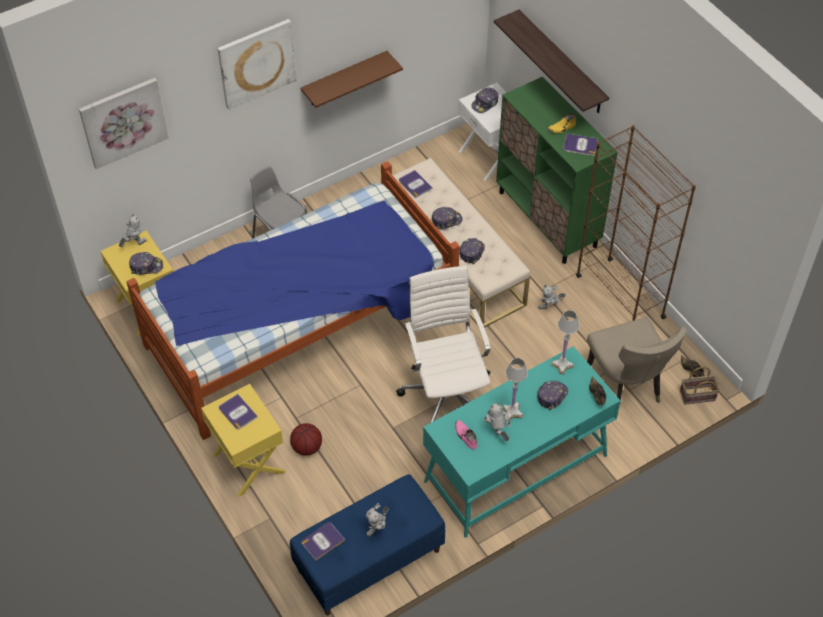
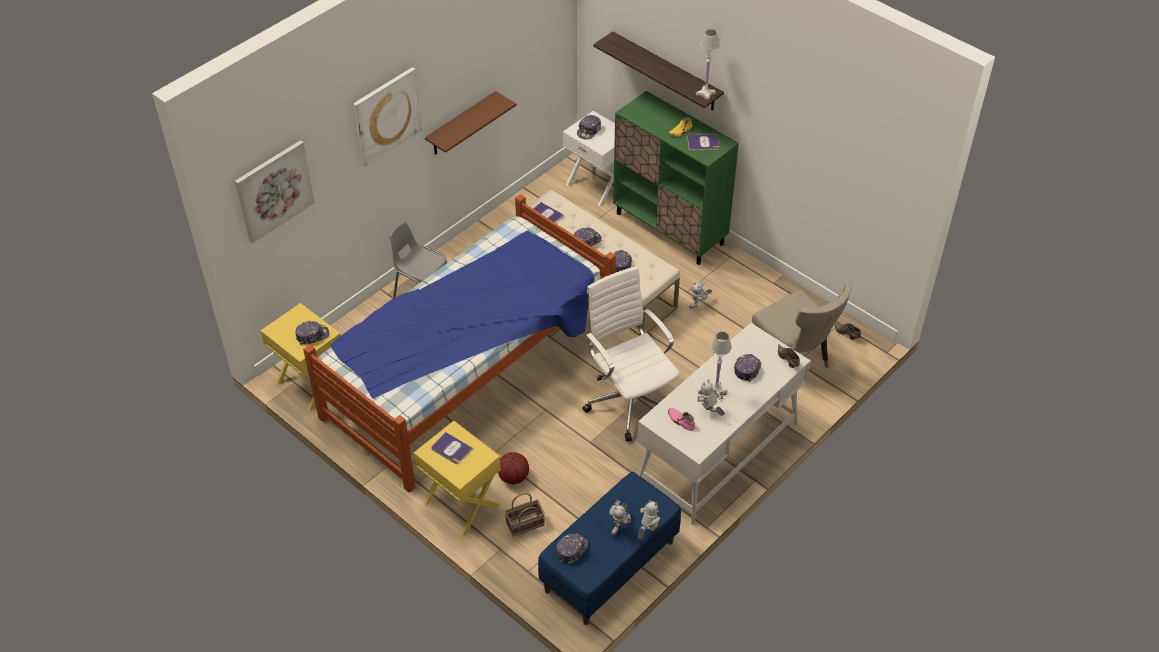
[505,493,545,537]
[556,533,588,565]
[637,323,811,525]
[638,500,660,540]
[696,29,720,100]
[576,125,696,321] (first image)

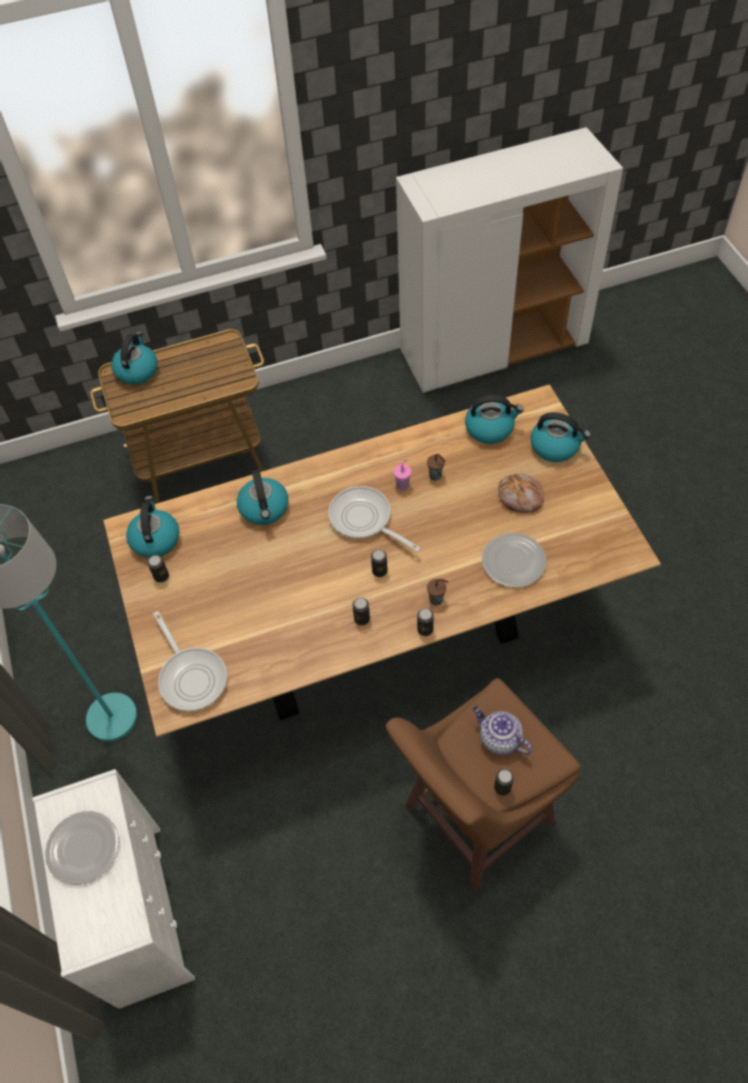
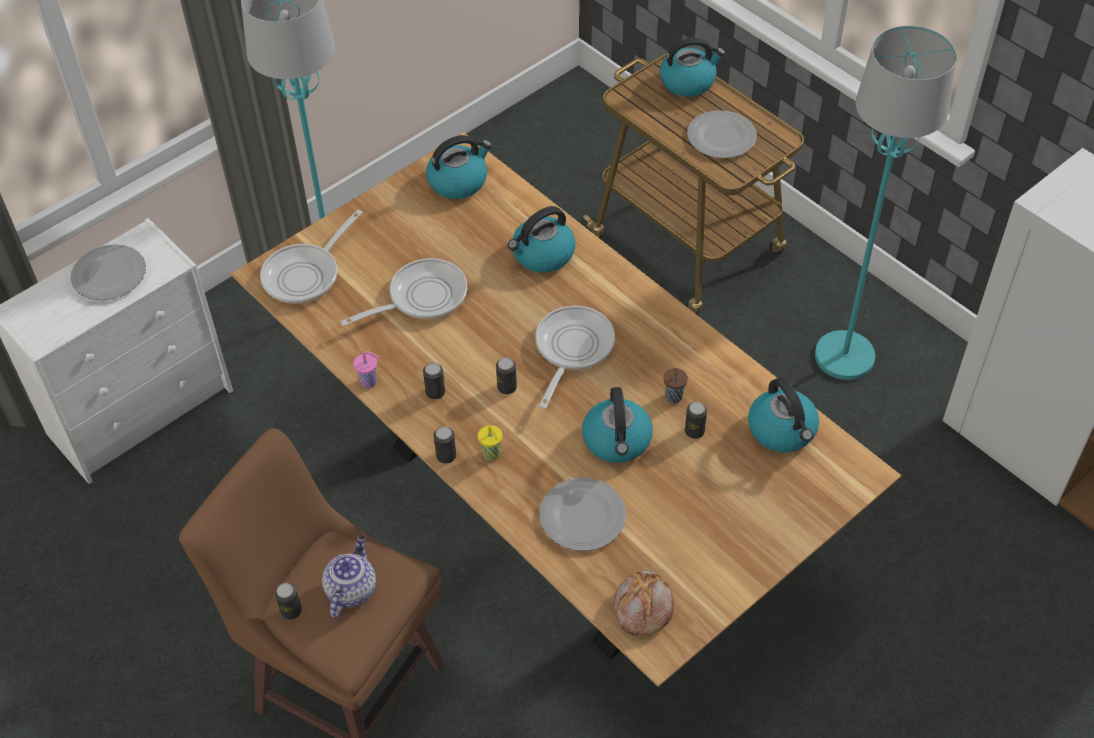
[340,258,467,326]
[353,351,379,388]
[478,425,503,461]
[582,387,653,463]
[614,570,674,636]
[685,402,707,439]
[687,110,757,158]
[815,26,957,380]

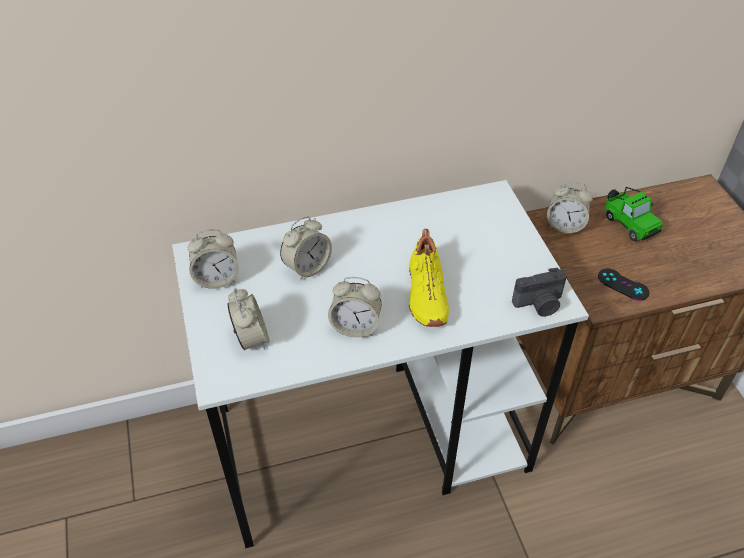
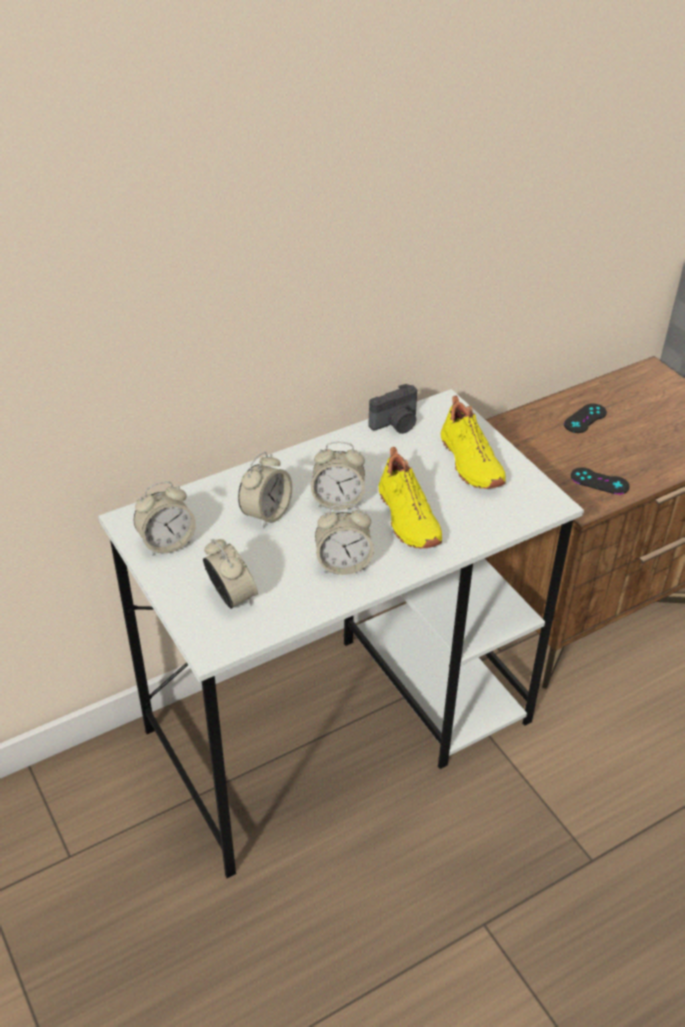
[311,442,365,510]
[369,384,417,434]
[441,396,506,489]
[564,403,607,433]

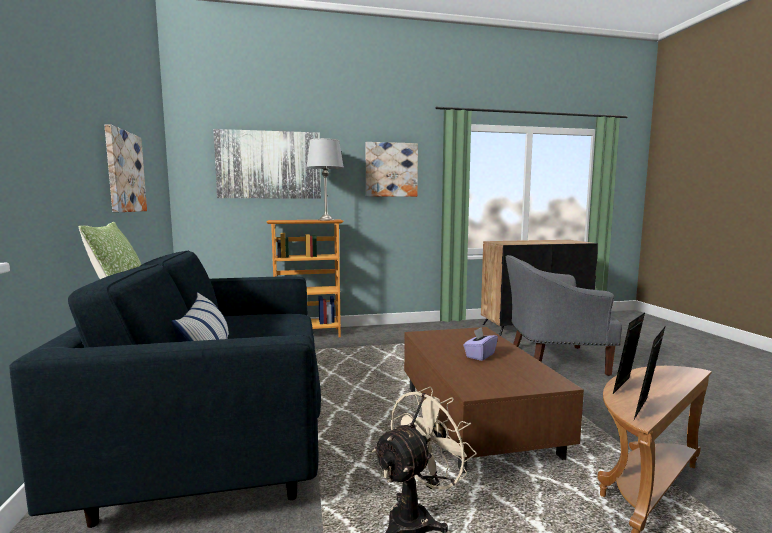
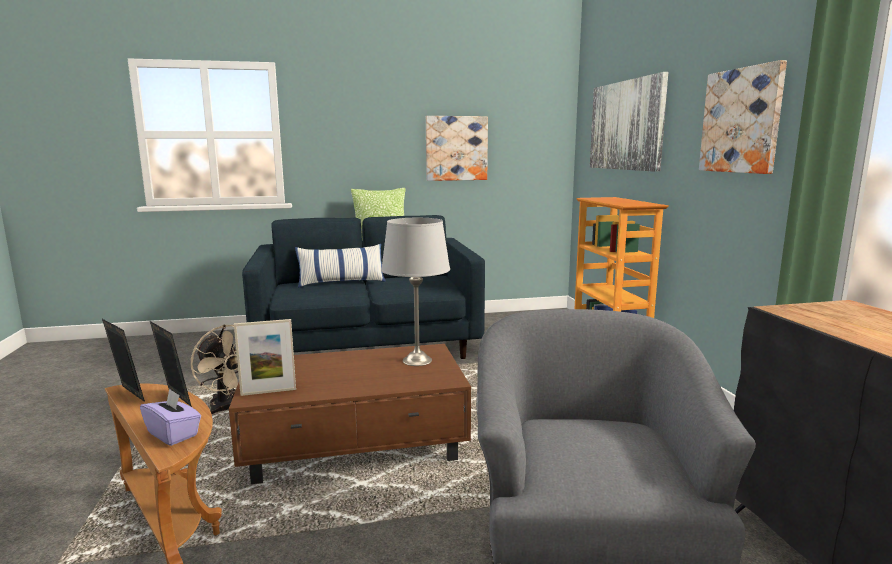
[140,389,201,446]
[234,319,296,396]
[381,218,450,366]

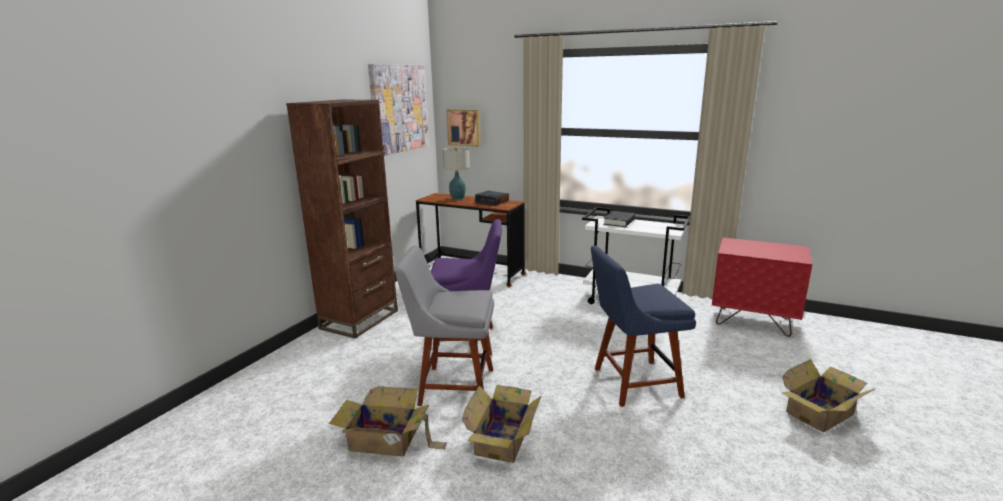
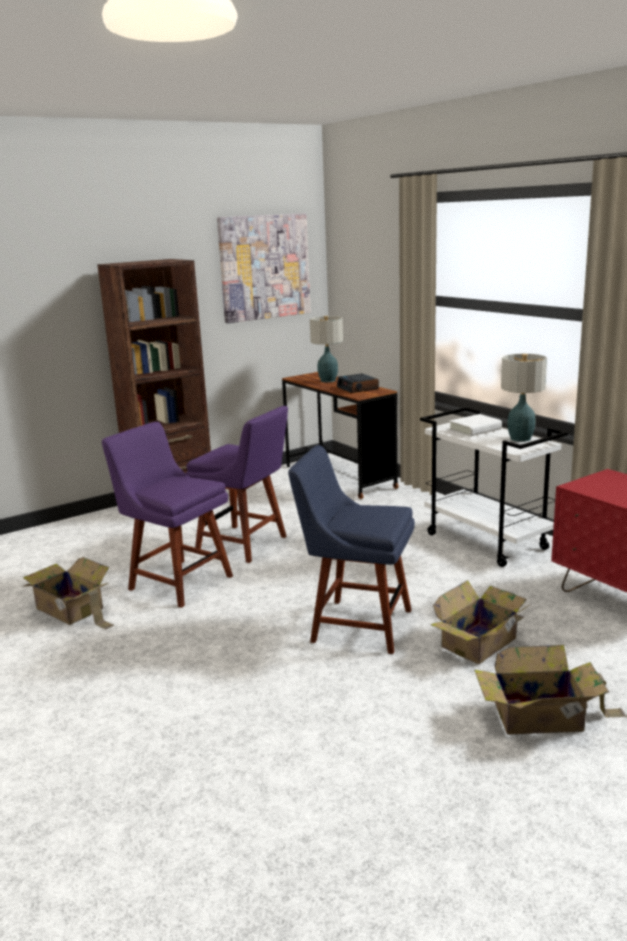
[102,422,233,608]
[430,580,531,664]
[449,414,502,436]
[501,354,547,442]
[447,109,481,147] (first image)

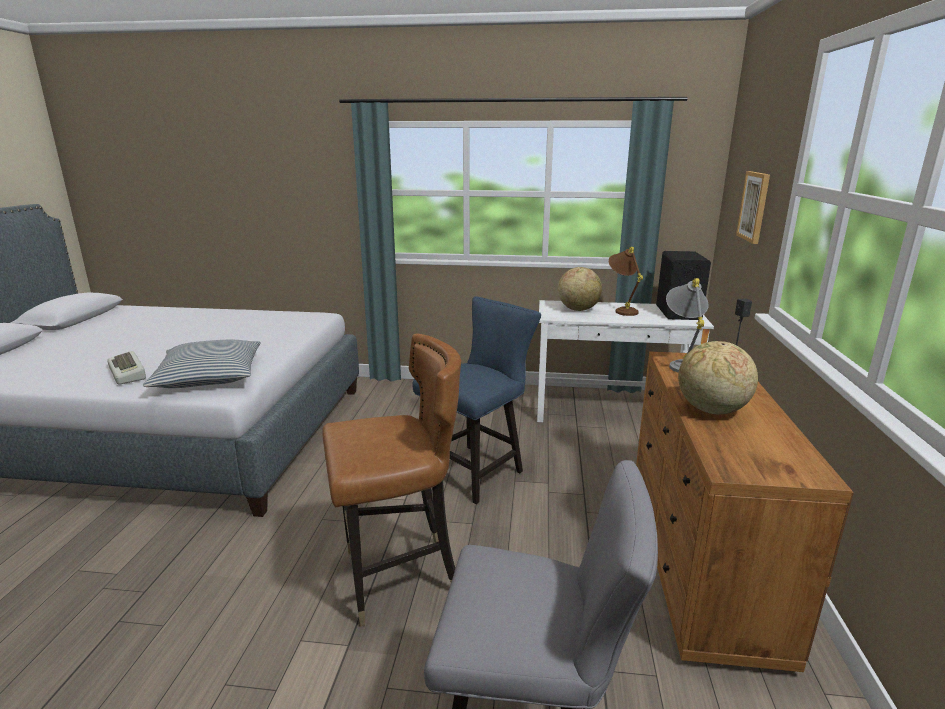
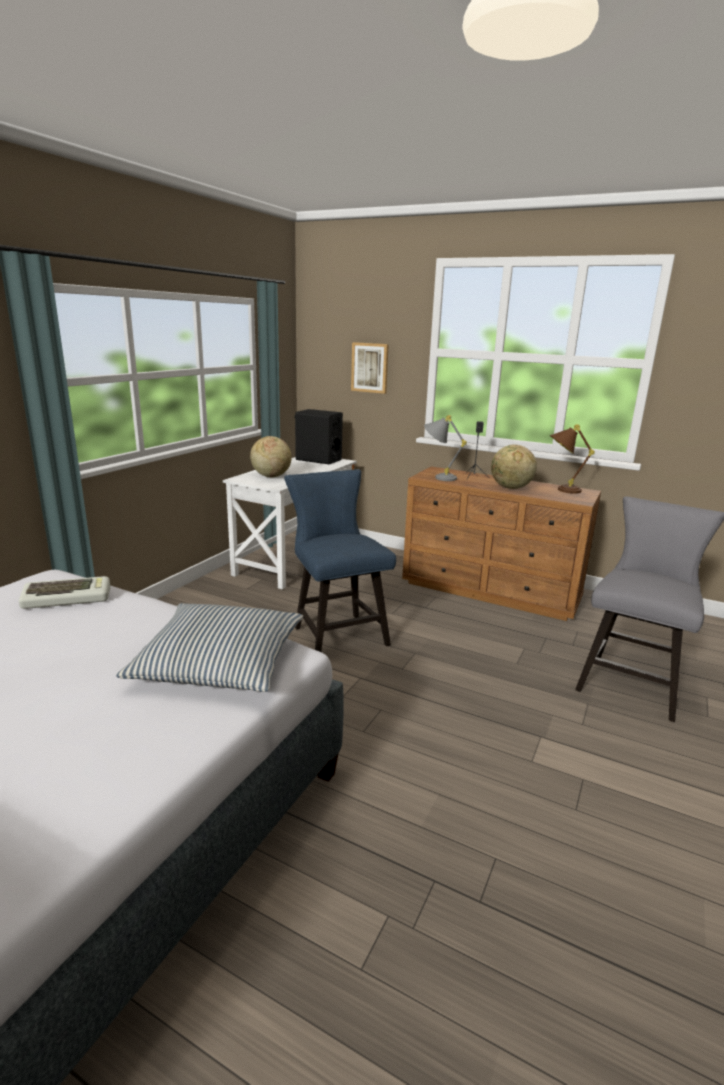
[19,576,111,609]
[550,424,595,494]
[322,333,461,627] (first image)

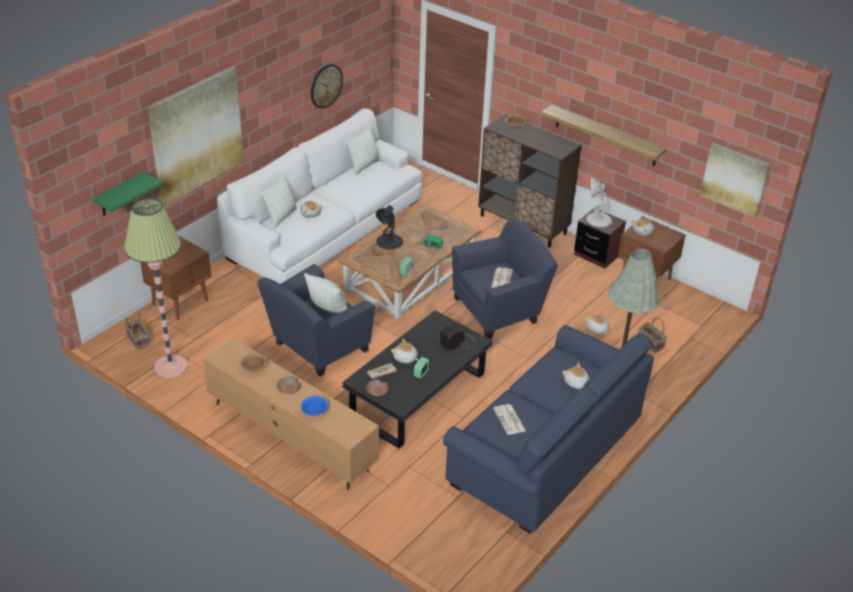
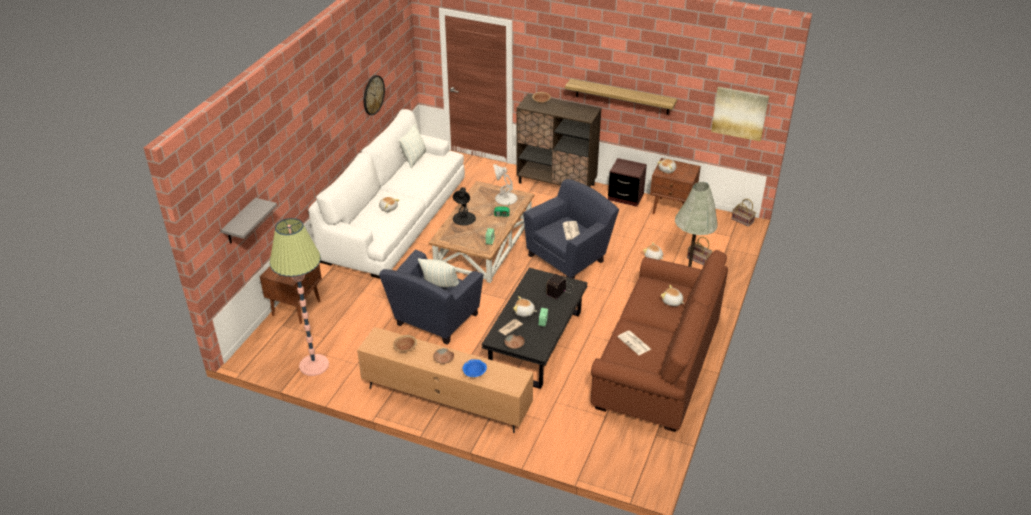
[221,198,277,244]
[493,164,517,205]
[591,250,728,432]
[731,199,756,227]
[147,66,244,206] (first image)
[261,175,297,229] (first image)

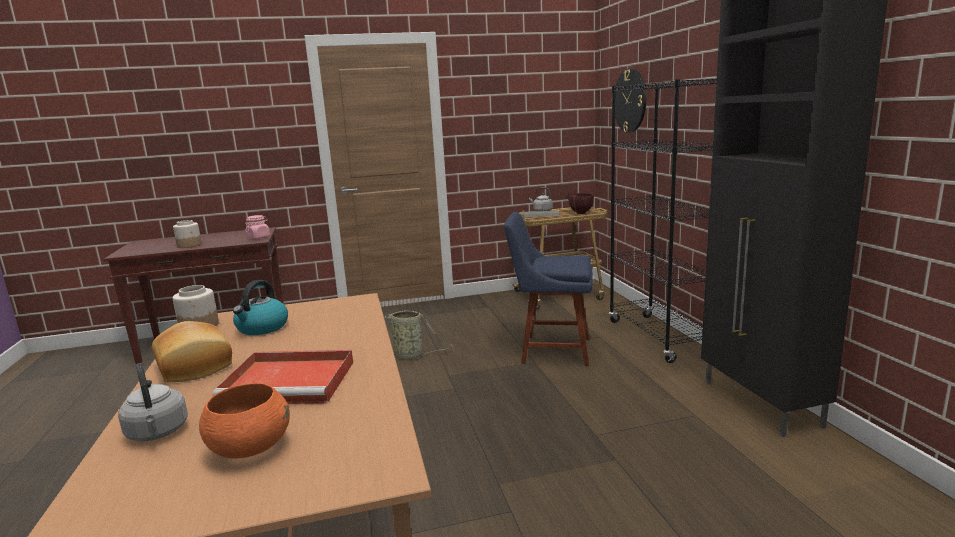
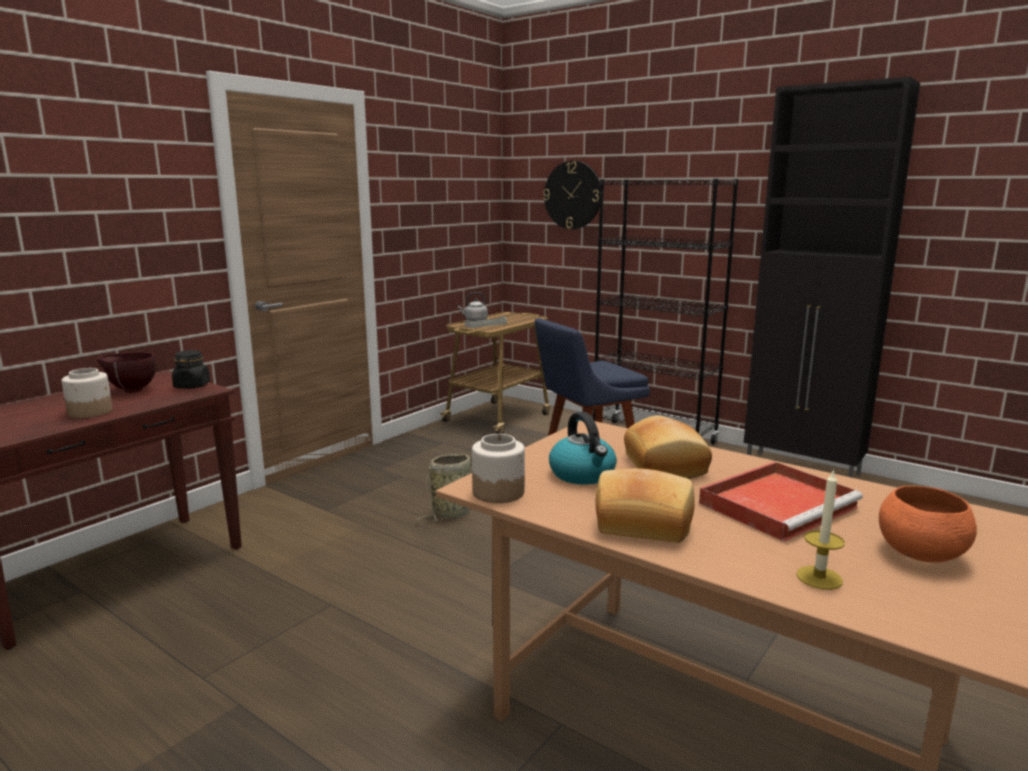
[97,352,156,393]
[172,350,210,389]
[624,415,712,479]
[796,469,845,590]

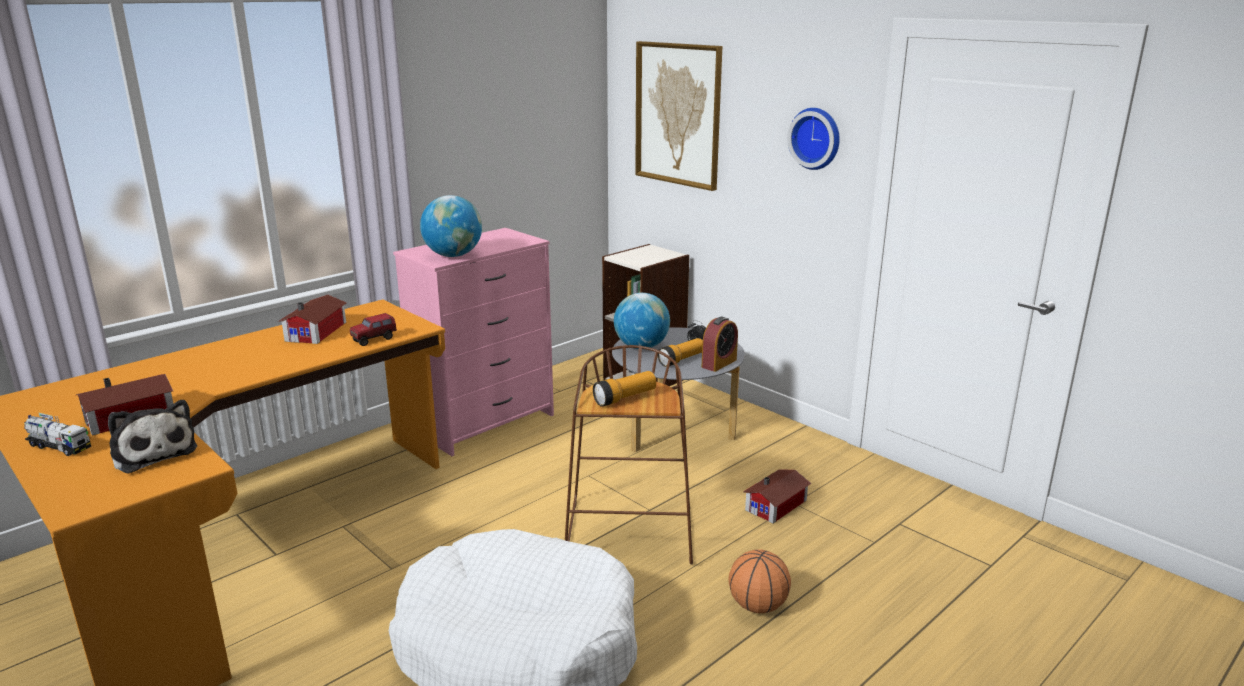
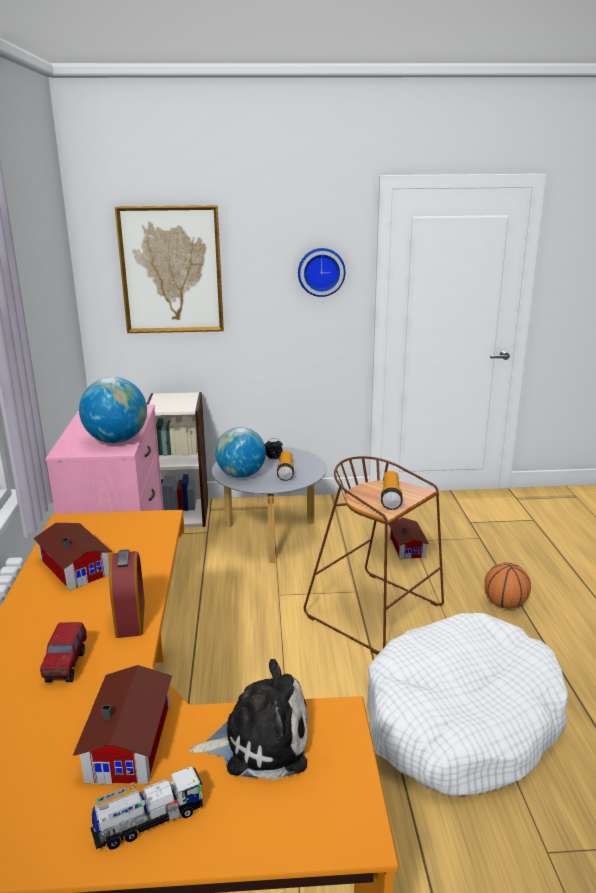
[40,622,87,683]
[109,549,145,638]

